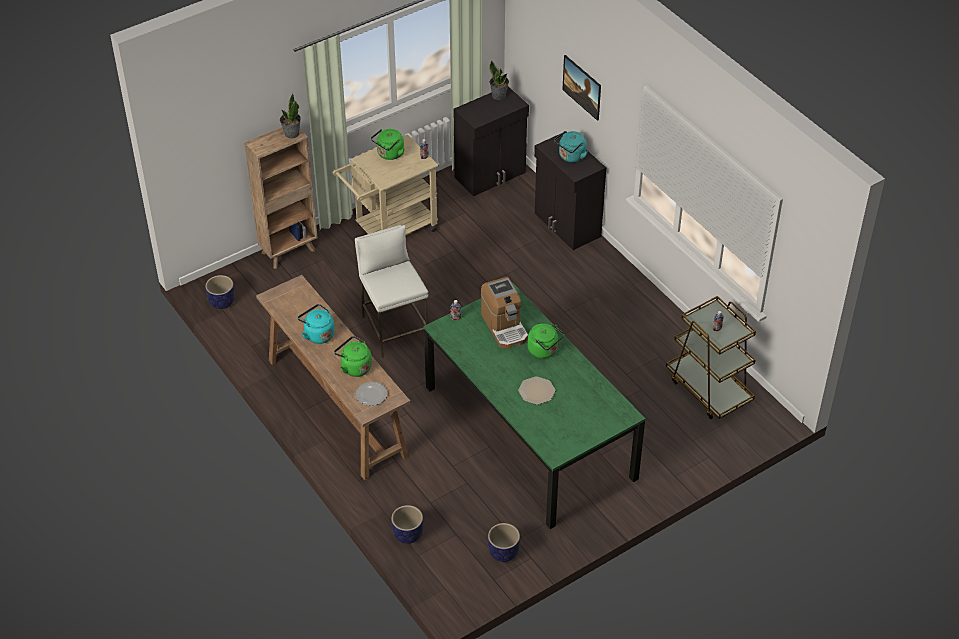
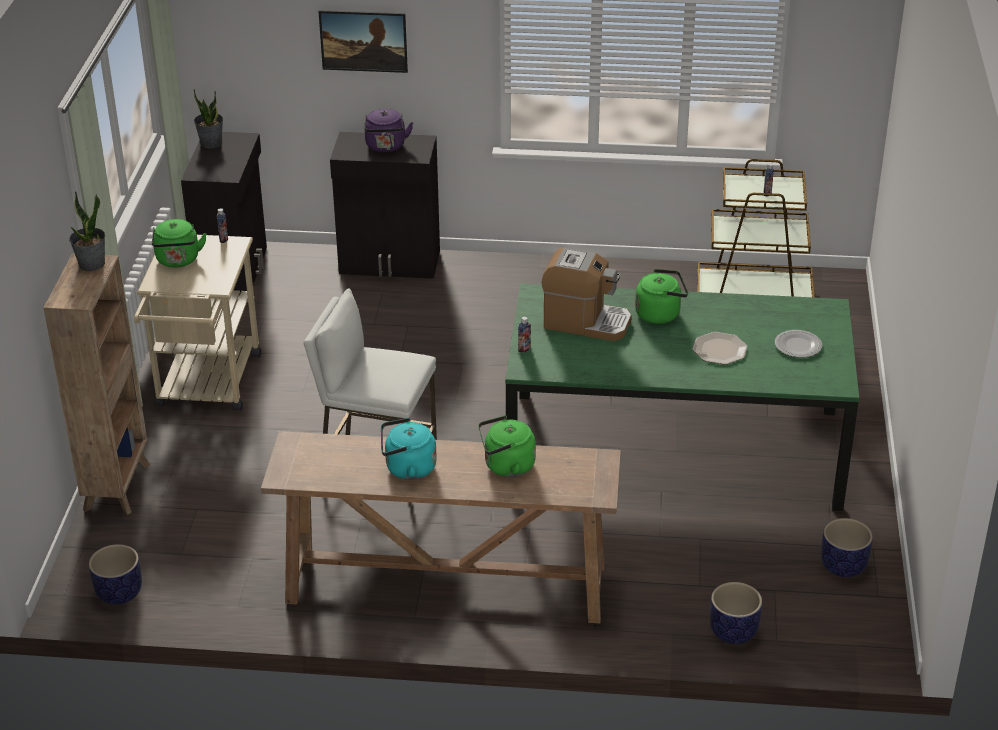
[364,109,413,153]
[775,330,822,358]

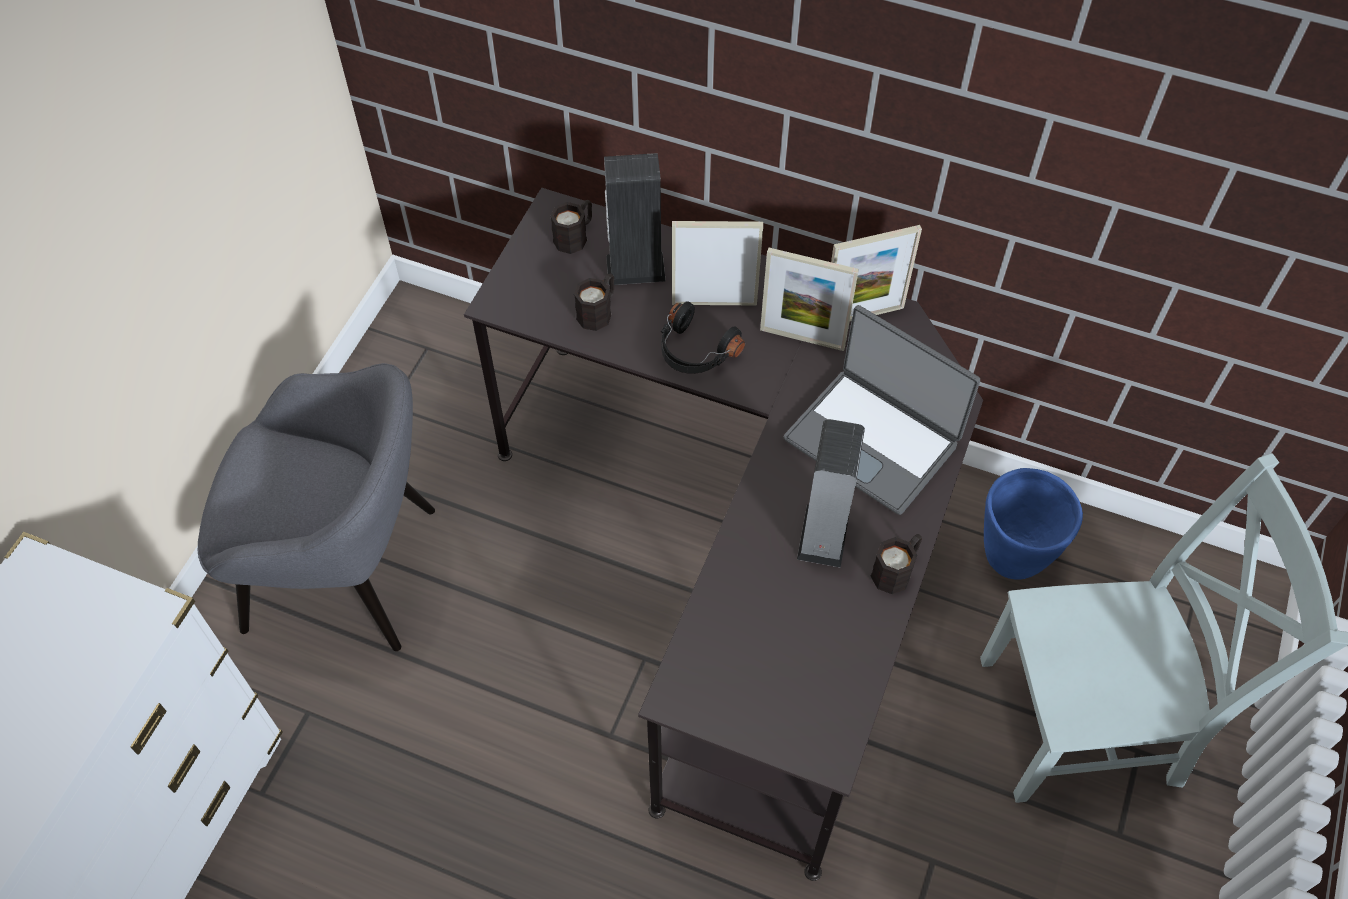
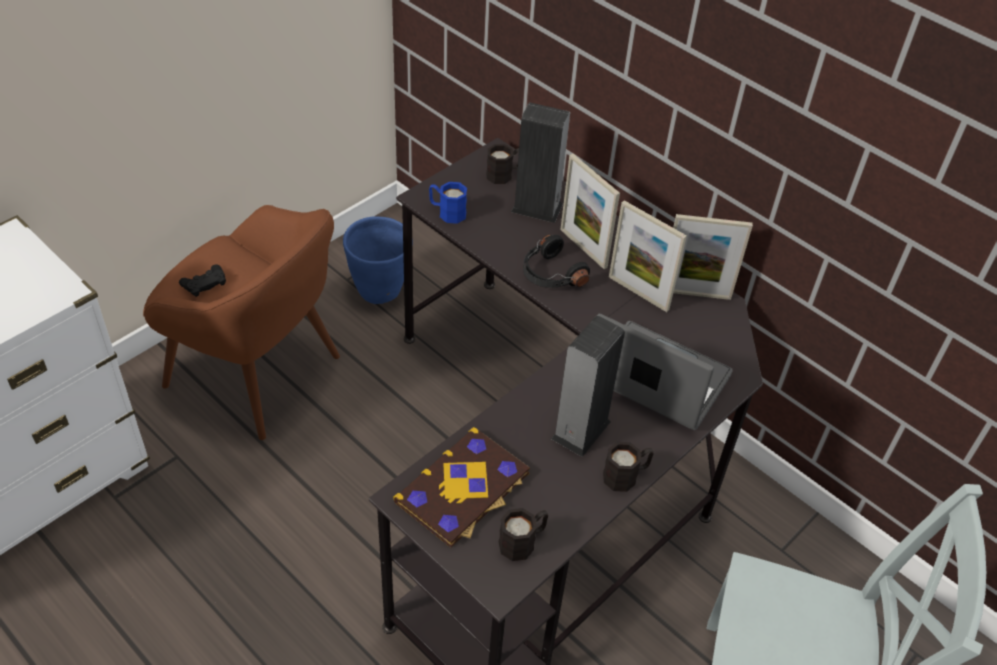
[143,205,340,440]
[179,264,226,297]
[343,216,413,304]
[393,427,530,547]
[429,182,467,224]
[498,508,548,561]
[560,154,620,269]
[597,314,733,430]

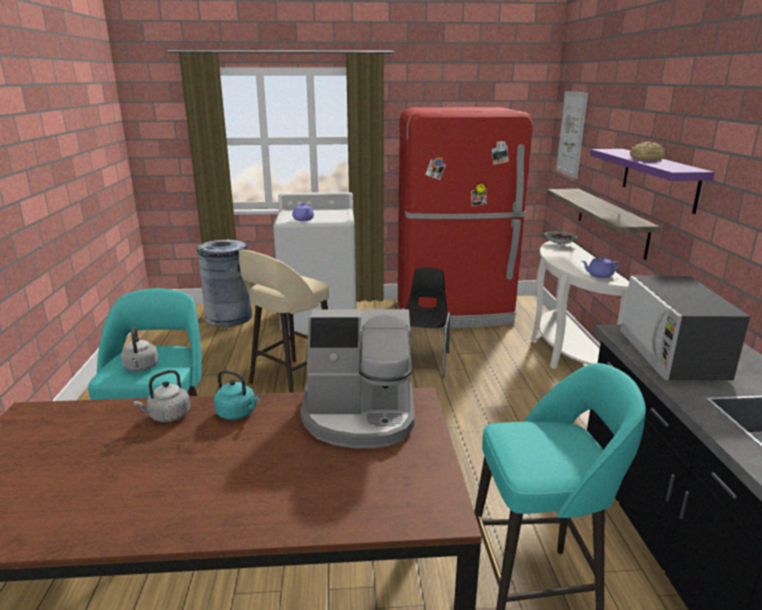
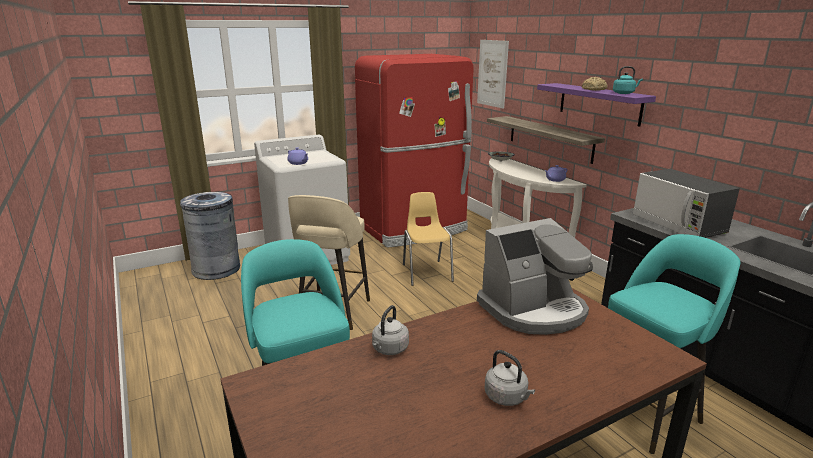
[403,192,454,286]
[485,350,535,406]
[613,66,643,94]

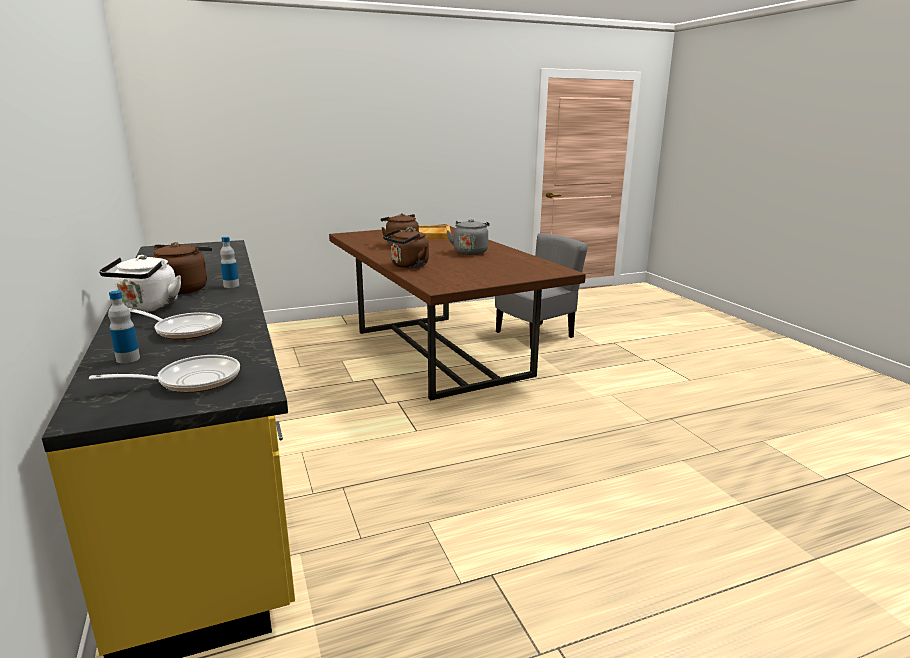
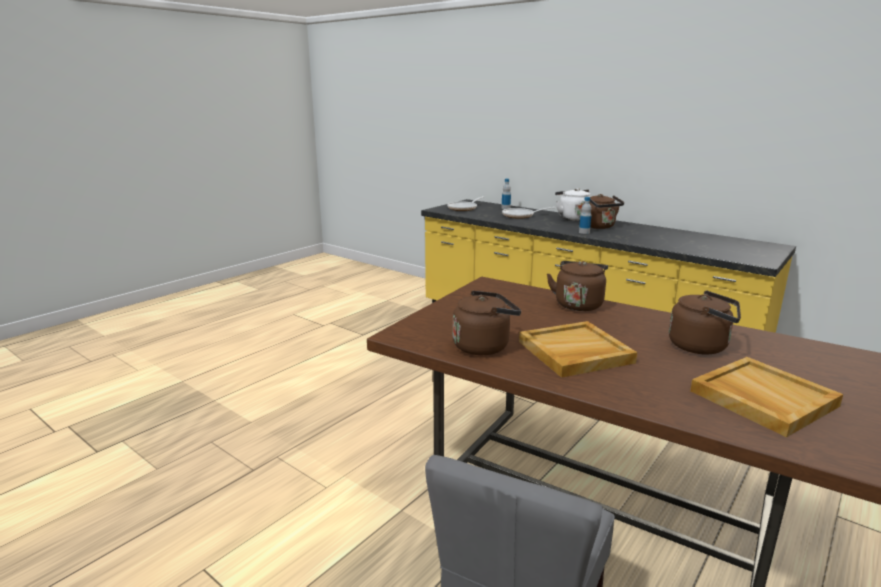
[453,291,521,355]
[519,321,637,378]

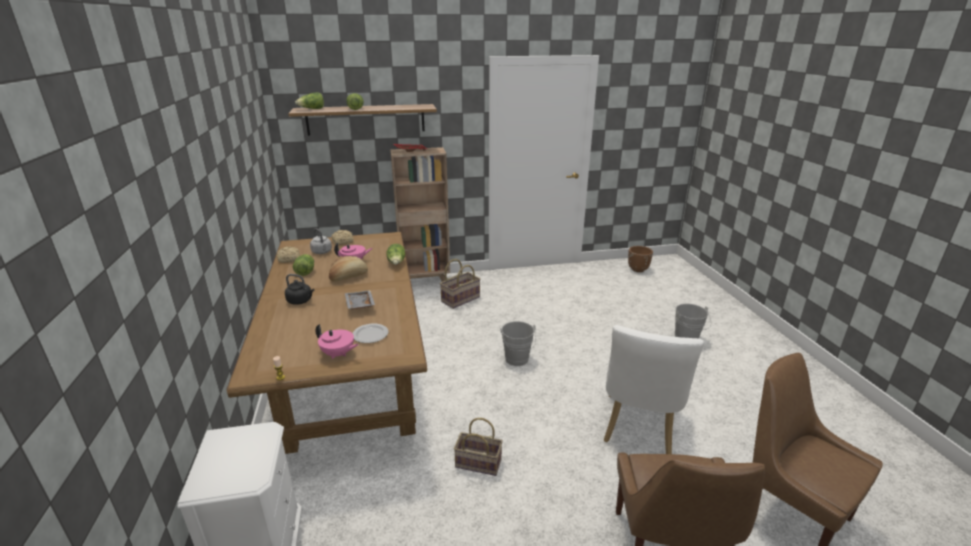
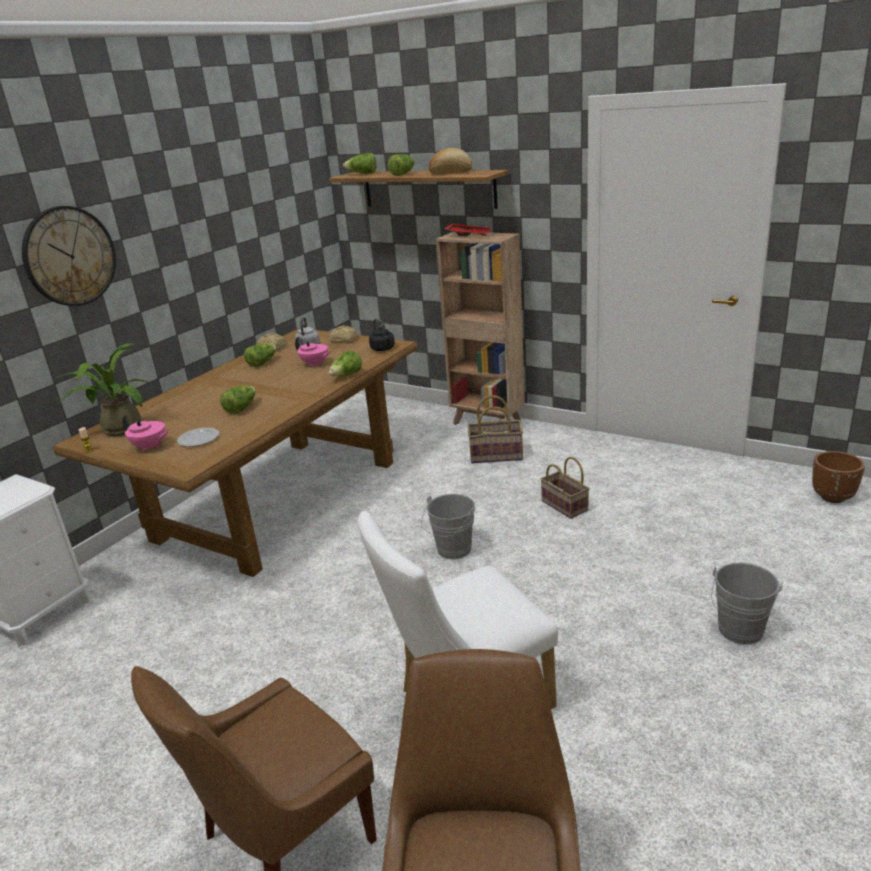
[22,206,116,306]
[56,344,163,436]
[122,415,169,451]
[220,386,256,414]
[369,319,395,351]
[428,148,472,174]
[541,456,590,519]

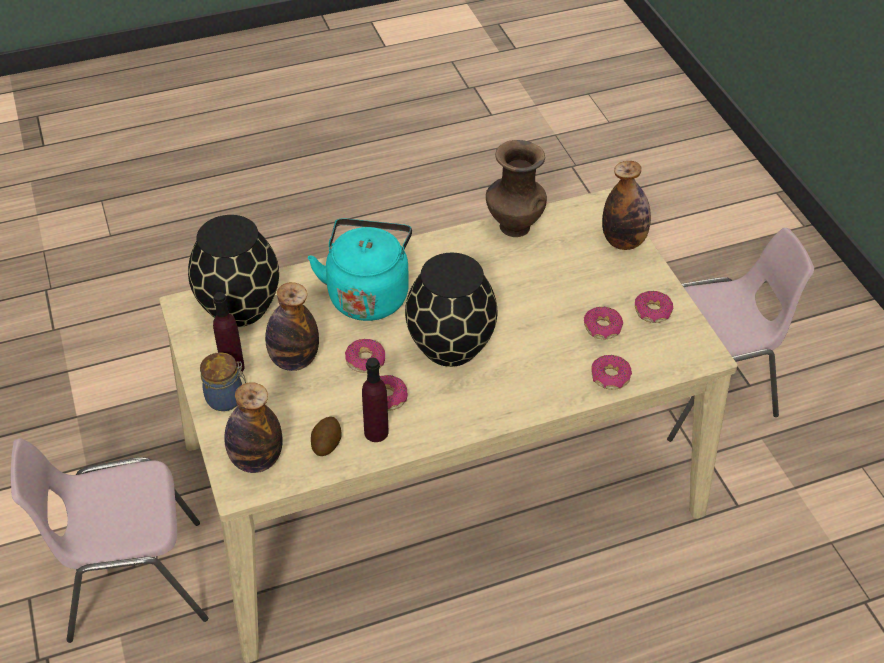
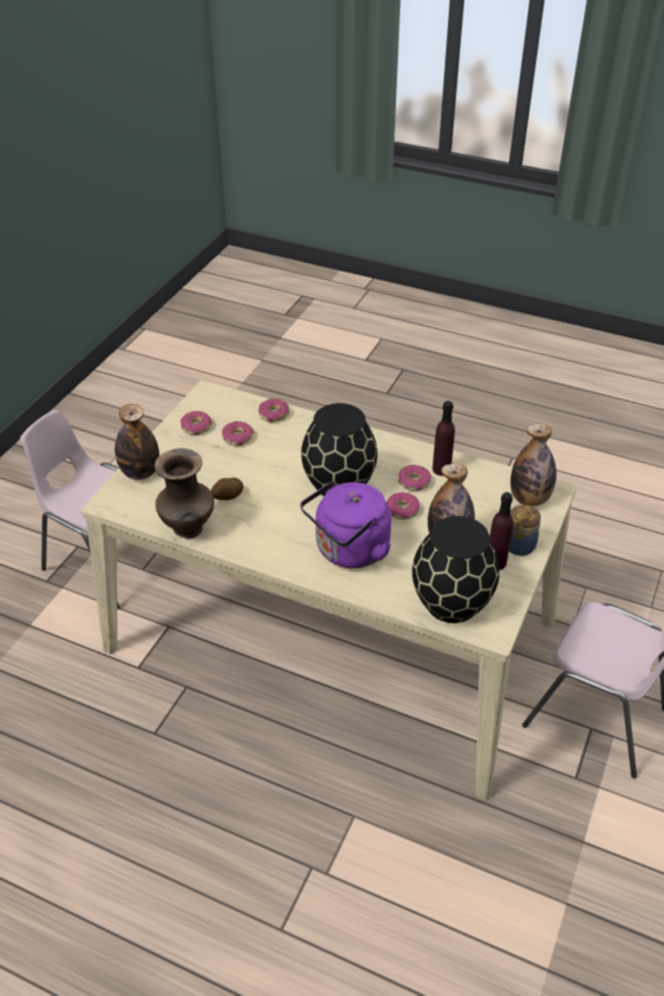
[211,477,243,500]
[300,481,391,568]

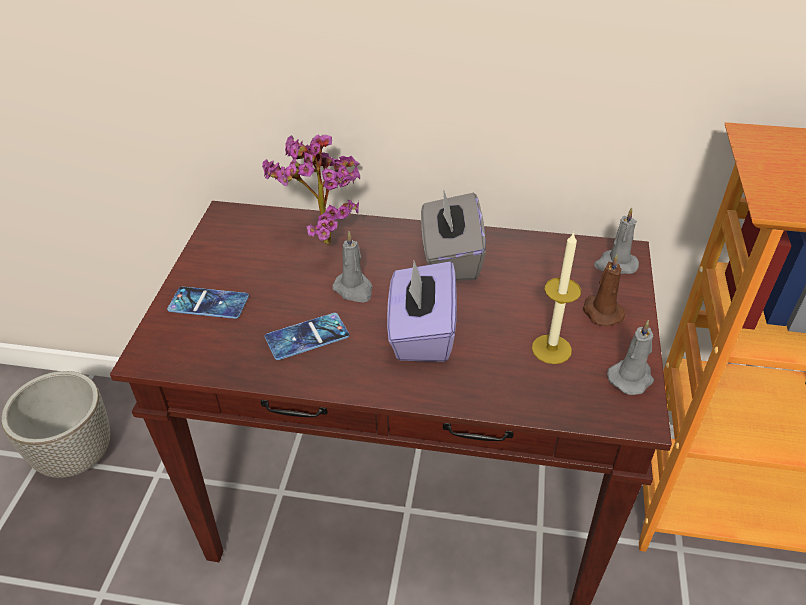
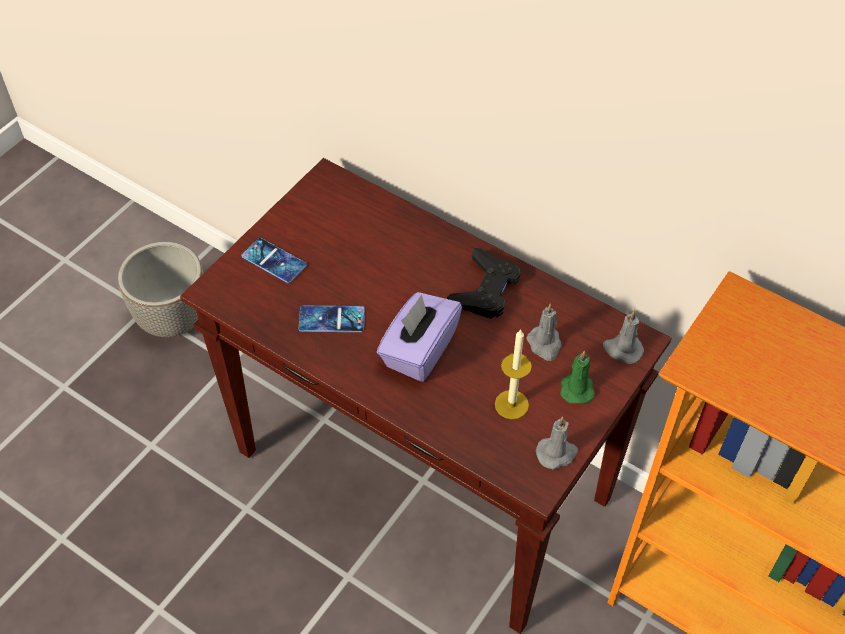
[447,248,520,319]
[526,304,561,361]
[560,351,595,404]
[262,134,360,245] (first image)

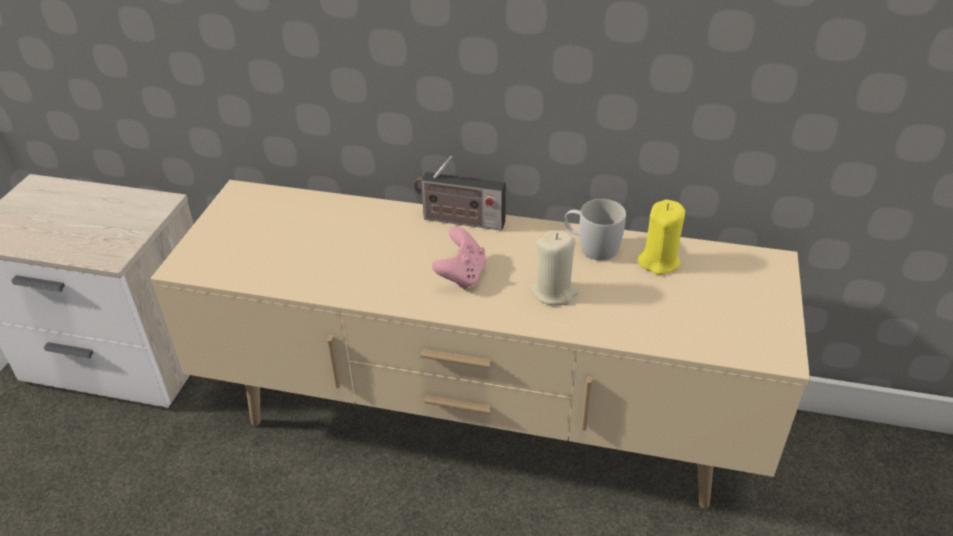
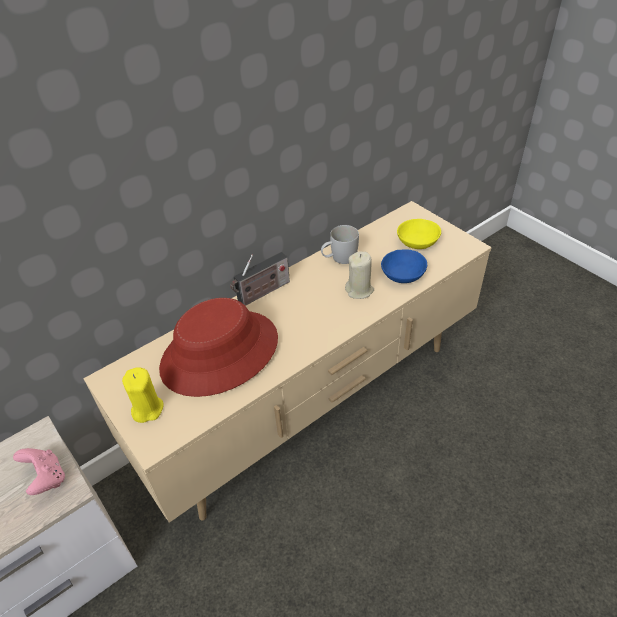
[13,448,65,495]
[122,367,164,423]
[159,298,278,397]
[381,250,427,283]
[397,219,441,249]

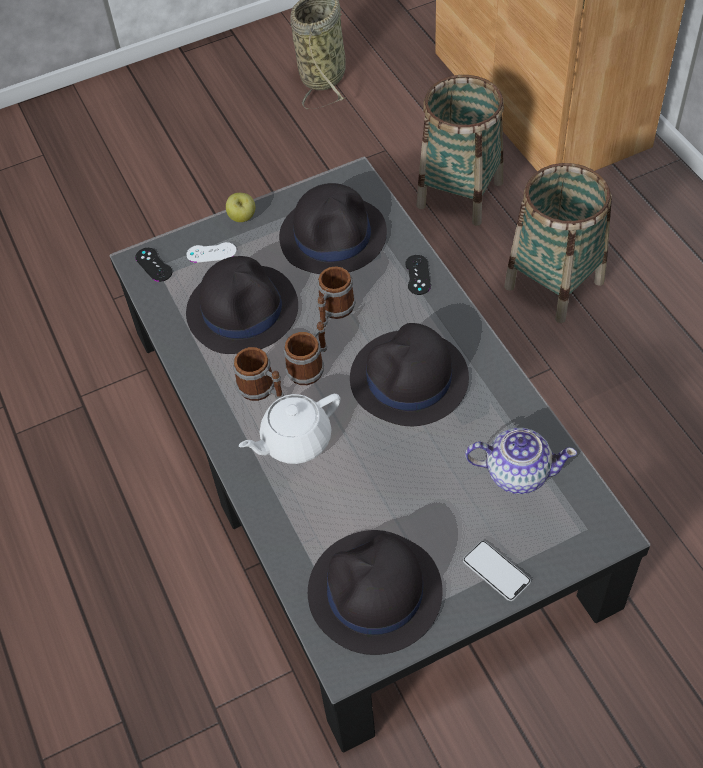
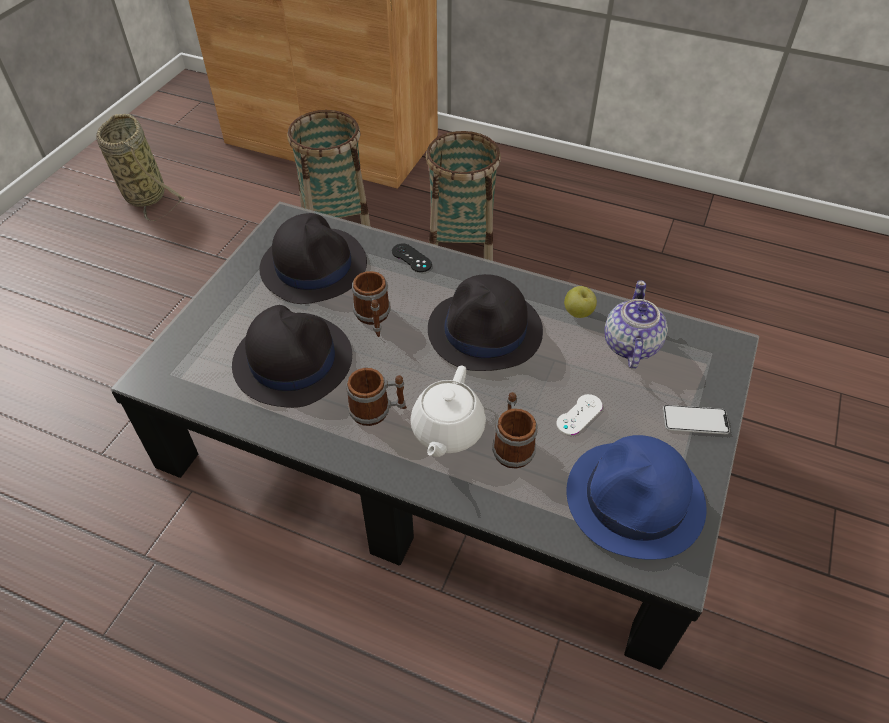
[492,392,537,469]
[556,394,603,435]
[564,286,597,318]
[566,435,707,560]
[604,280,668,369]
[135,248,172,282] (first image)

